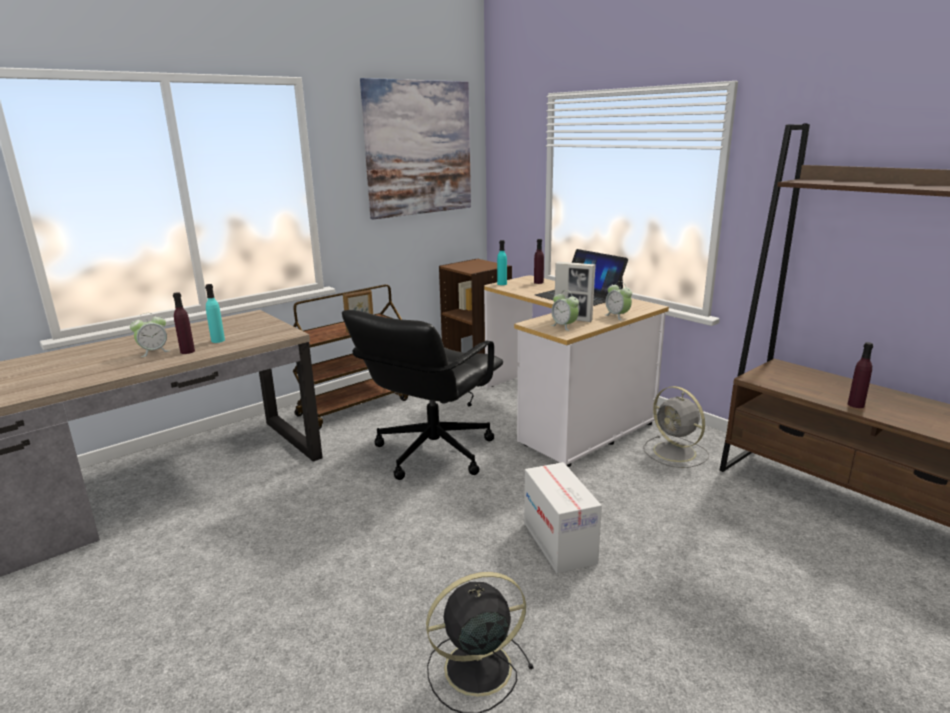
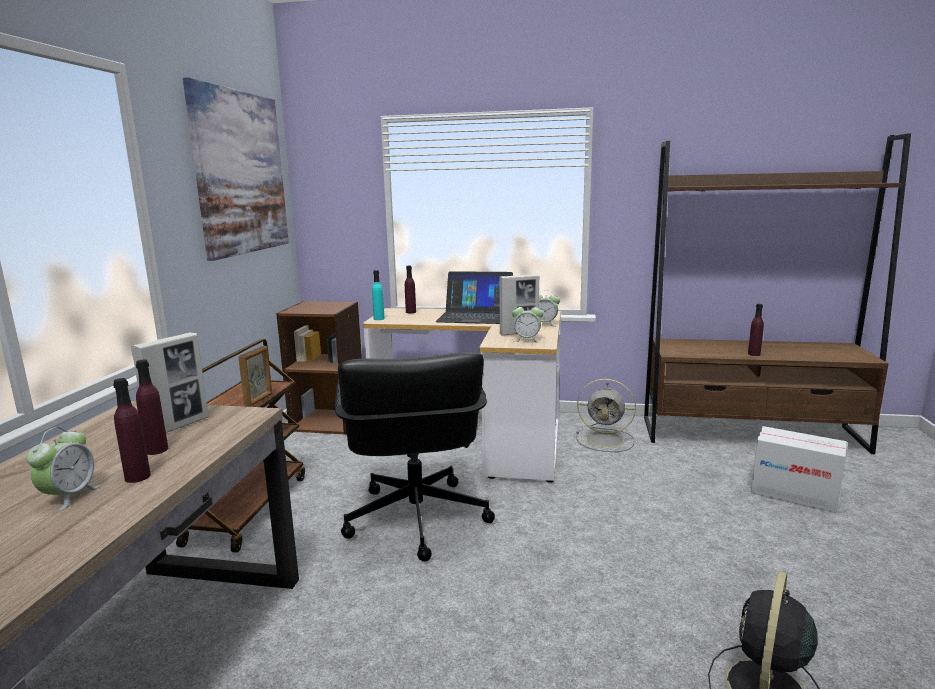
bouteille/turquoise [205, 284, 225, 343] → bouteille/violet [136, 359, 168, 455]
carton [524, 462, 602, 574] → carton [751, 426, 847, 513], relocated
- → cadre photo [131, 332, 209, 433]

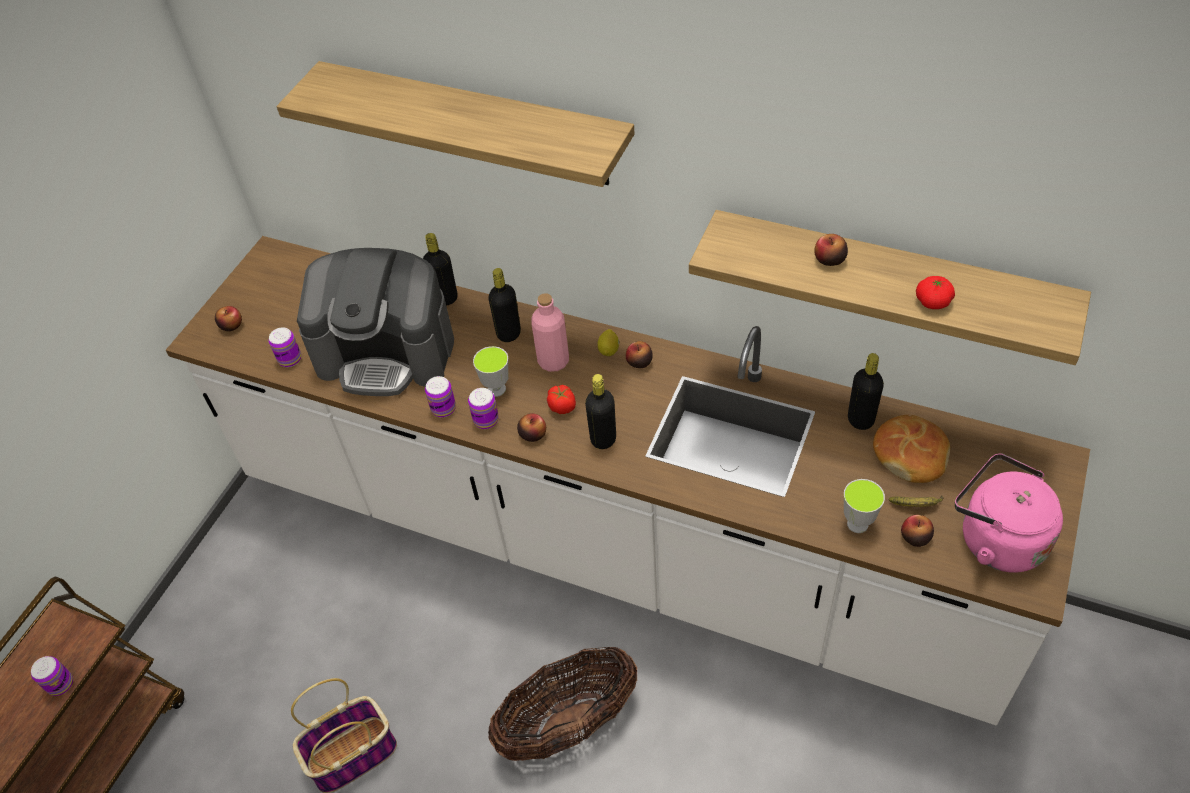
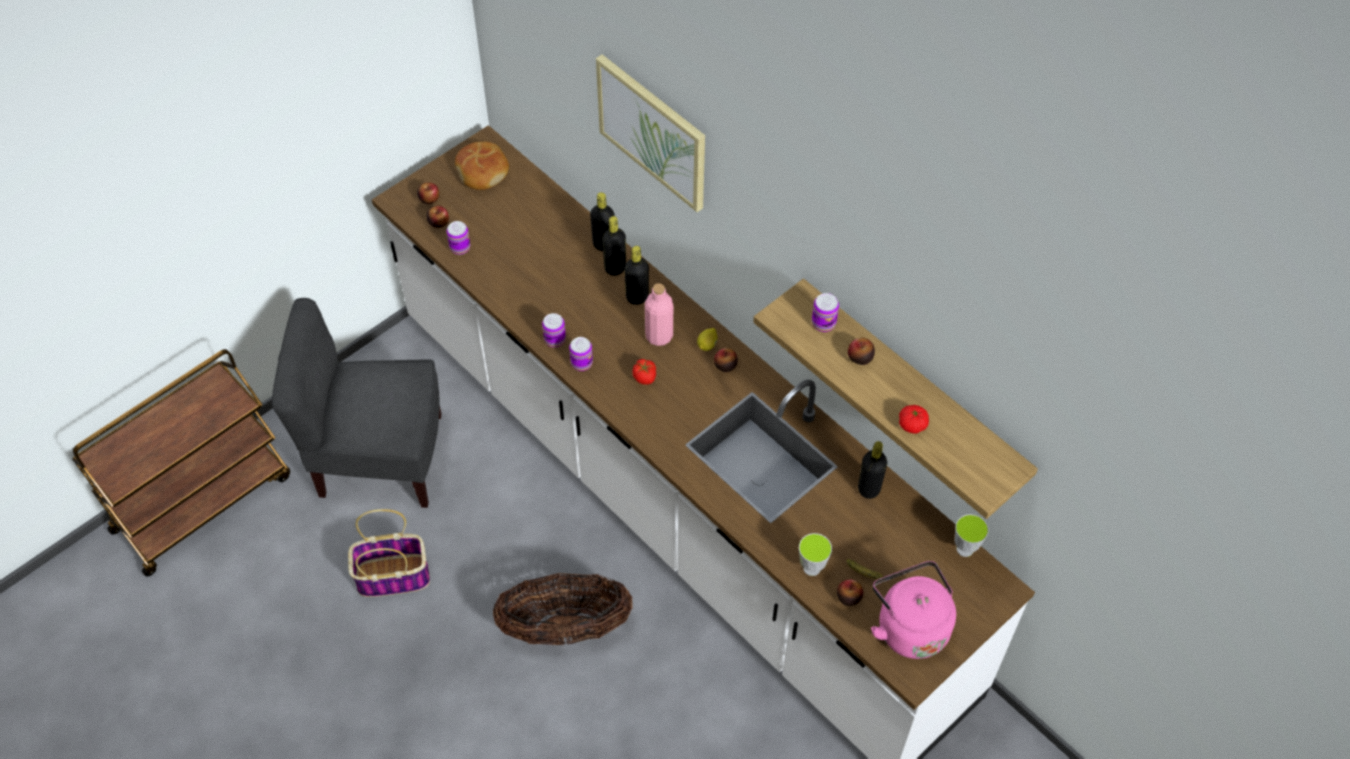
boîte métallique [31, 656, 73, 696] → boîte métallique [812, 293, 839, 332], relocated
étagère [277, 61, 634, 187] → tableau [596, 54, 705, 212]
machine à café [297, 248, 454, 396] → -
tasse [473, 346, 509, 397] → tasse [954, 514, 989, 557], relocated
pomme [517, 413, 546, 442] → pomme [426, 206, 449, 228], relocated
bouteille/noir [585, 374, 616, 449] → bouteille/noir [602, 216, 626, 276], relocated
pain [873, 415, 950, 483] → pain [455, 141, 509, 190], relocated
- → chaise/gris [271, 298, 441, 508]

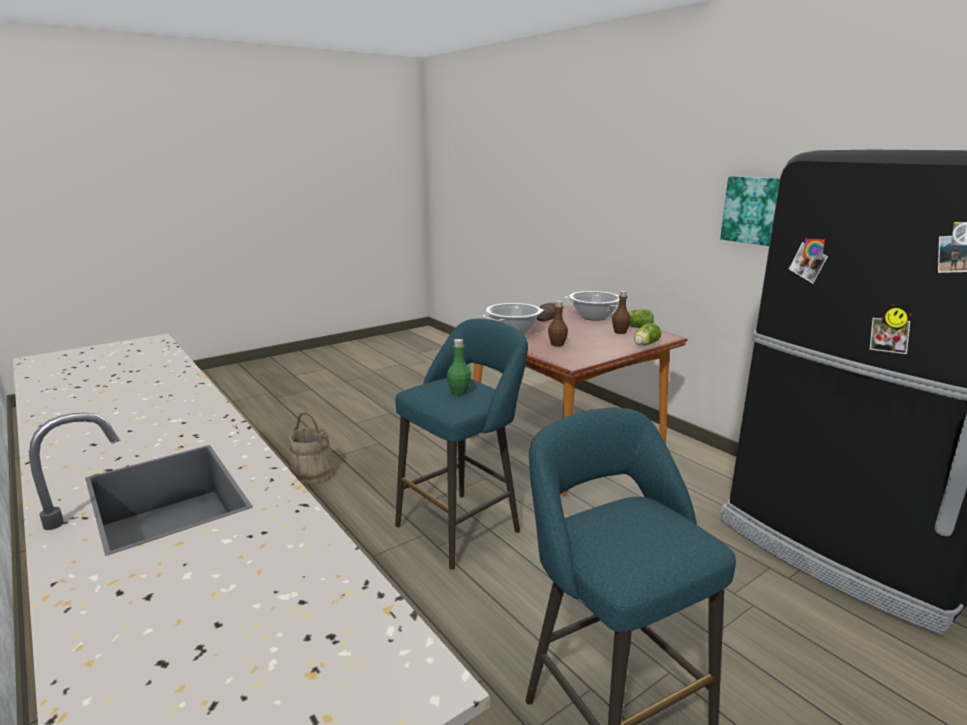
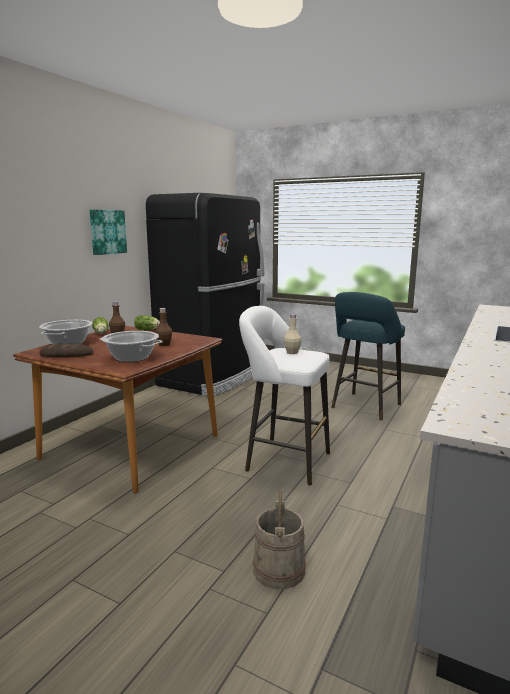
tabouret/turquoise [395, 318, 528, 569] → tabouret/blanc [239, 306, 330, 485]
bouteille/vert [447, 339, 471, 395] → bouteille/beige [284, 314, 302, 354]

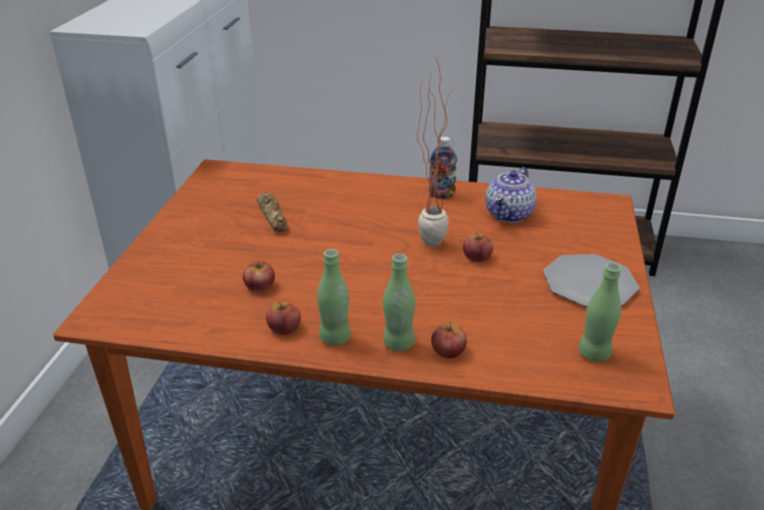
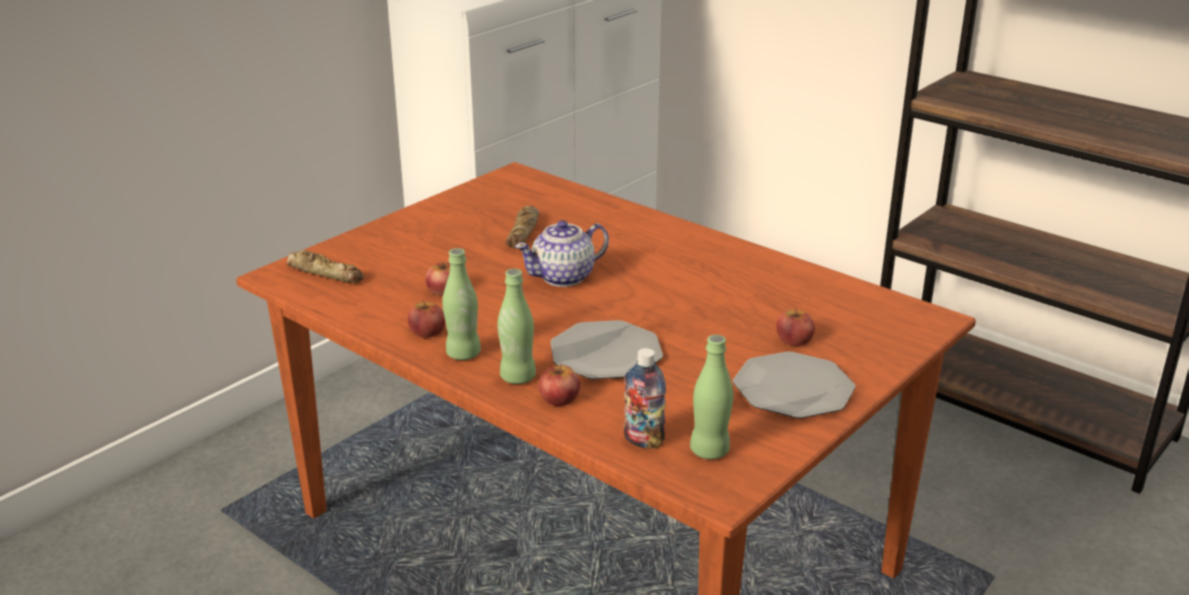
plante en pot [417, 56, 453, 247] → -
bouteille [429, 137, 457, 199] → bouteille [624, 348, 666, 448], relocated
pomme [463, 233, 493, 262] → pomme [777, 307, 815, 346], relocated
théière [486, 167, 537, 223] → théière [515, 220, 609, 287], relocated
- → pain [287, 250, 364, 283]
- → assiette [550, 320, 663, 380]

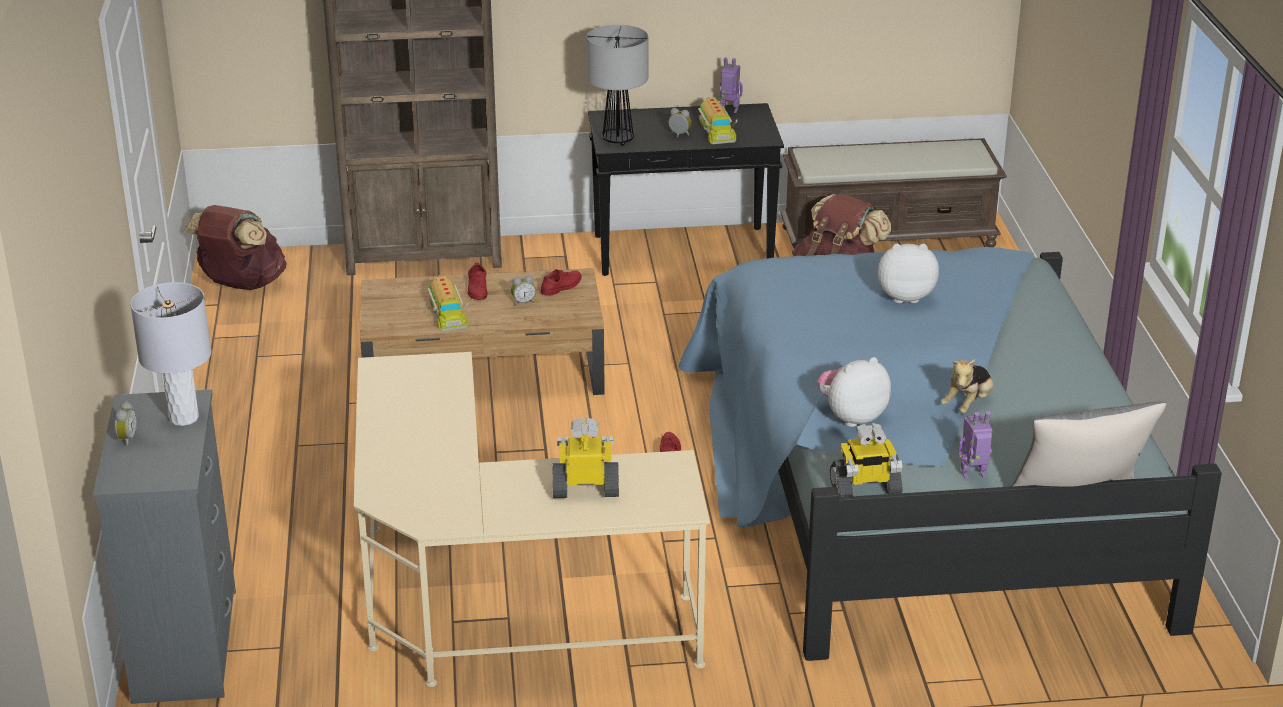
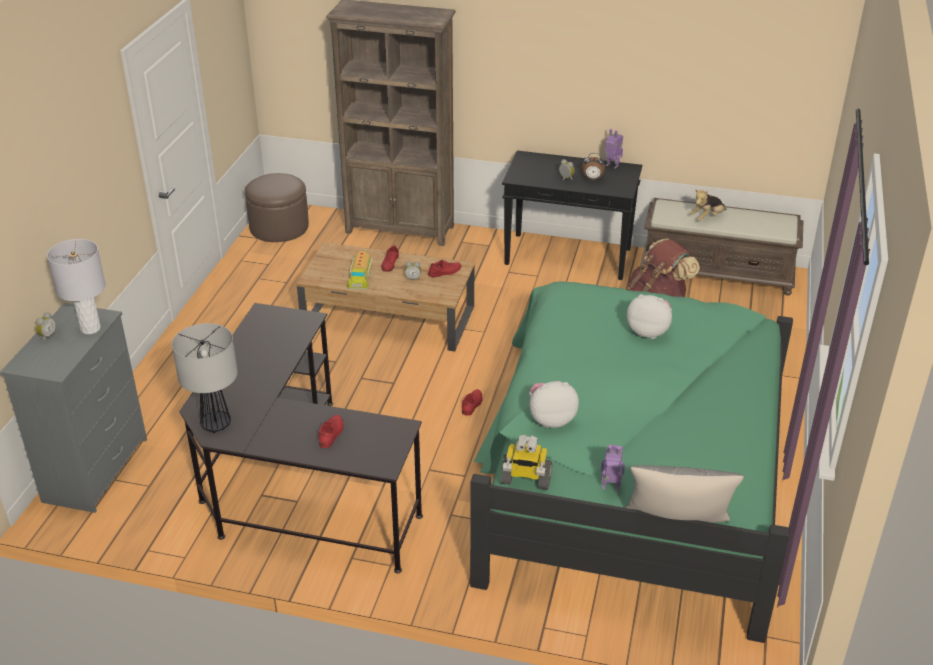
sac à dos/marron [183, 205, 286, 290] → pouf/marron [245, 173, 309, 242]
bureau/beige [354, 352, 710, 687] → bureau/noir [179, 303, 423, 573]
robot jouet [552, 417, 619, 498] → chaussure/rouge [318, 415, 344, 448]
lampe de table [587, 25, 648, 146] → lampe de table [172, 323, 238, 433], relocated
lit/bleu [678, 247, 1222, 661] → lit/vert [470, 281, 793, 643]
camion jouet [698, 97, 737, 144] → réveil [582, 153, 605, 180]
peluche [941, 359, 993, 414] → peluche [690, 190, 727, 221], relocated

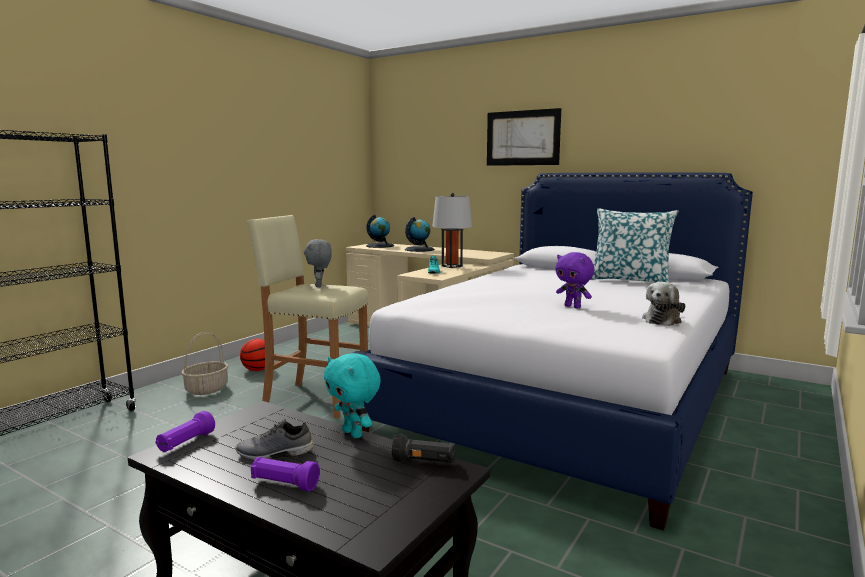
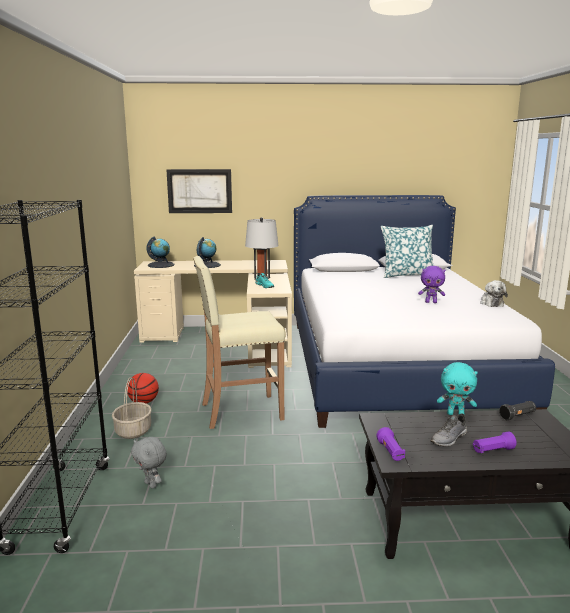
peluche/gris [304, 239, 332, 287] → peluche/gris [131, 437, 167, 489], relocated
tableau [487, 108, 561, 166] → tableau [166, 169, 232, 213], relocated

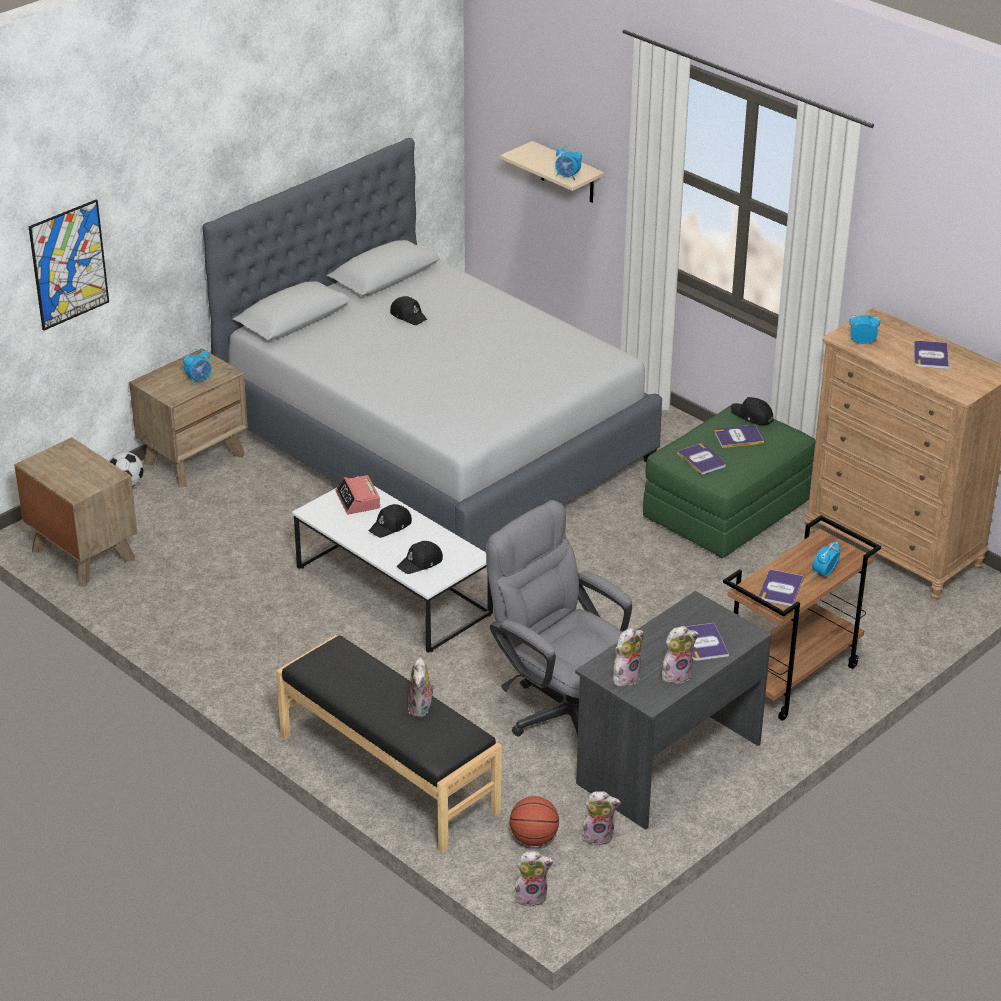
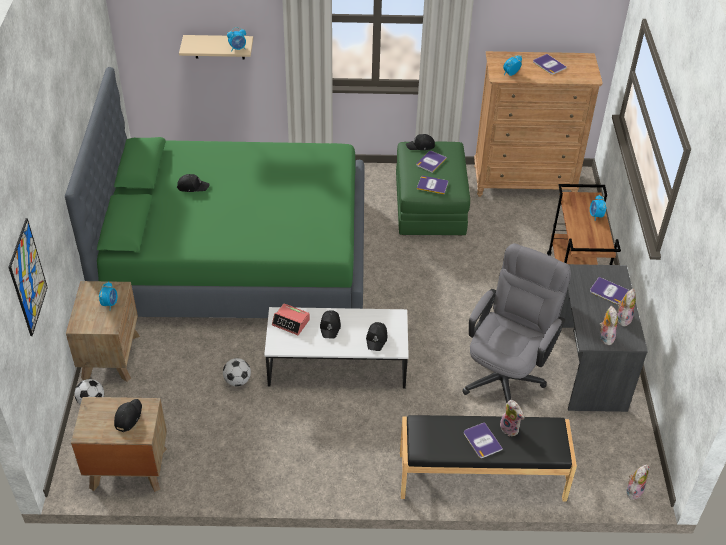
lit/gris [202, 138, 662, 551] → lit/vert [65, 67, 365, 318]
chaise de bureau/gris [486, 500, 632, 736] → chaise de bureau/gris [462, 243, 571, 403], 120 degrees clockwise
ballon de basket [510, 796, 559, 846] → -
peluche [582, 791, 621, 846] → -
livre [759, 570, 804, 606] → livre [464, 422, 503, 458], relocated
- → casquette/noir [114, 399, 142, 432]
- → ballon de foot [223, 358, 251, 386]

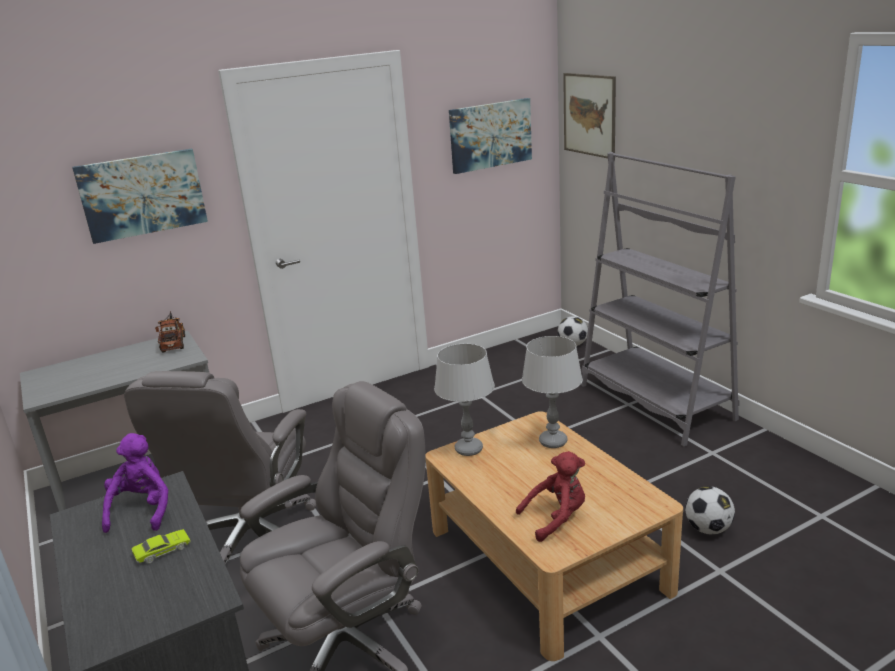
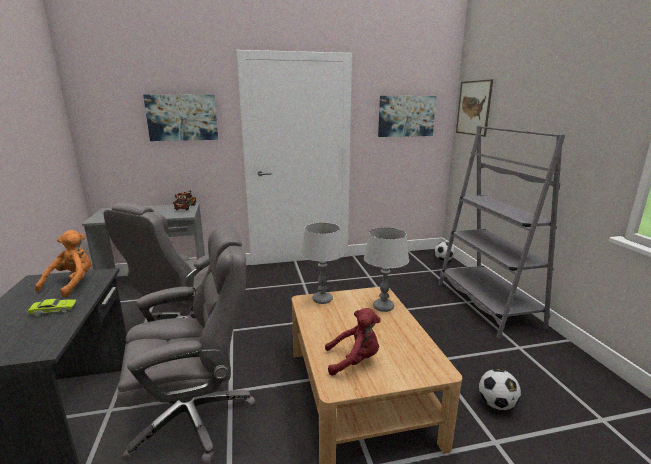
peluche/violet [102, 433, 168, 533] → peluche/orange [35, 230, 92, 298]

